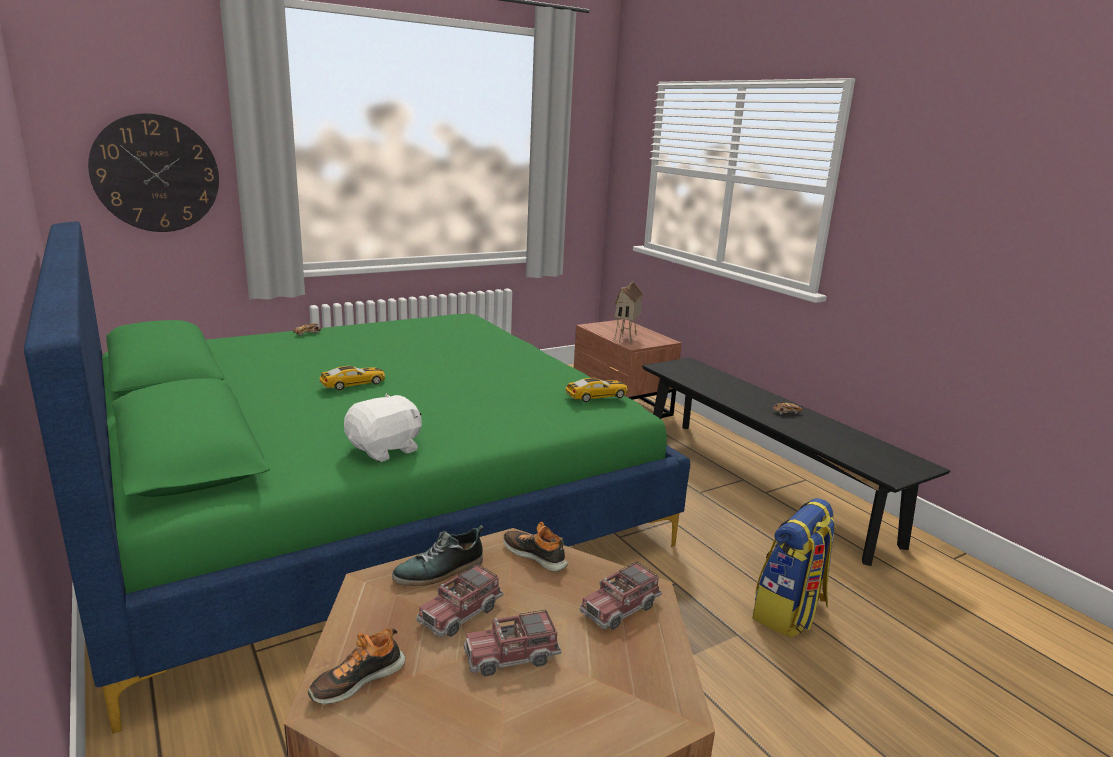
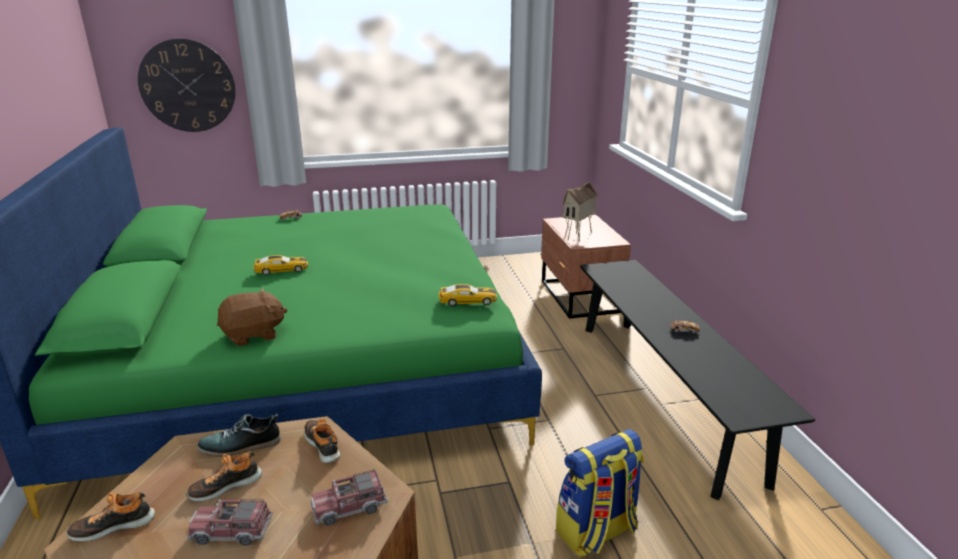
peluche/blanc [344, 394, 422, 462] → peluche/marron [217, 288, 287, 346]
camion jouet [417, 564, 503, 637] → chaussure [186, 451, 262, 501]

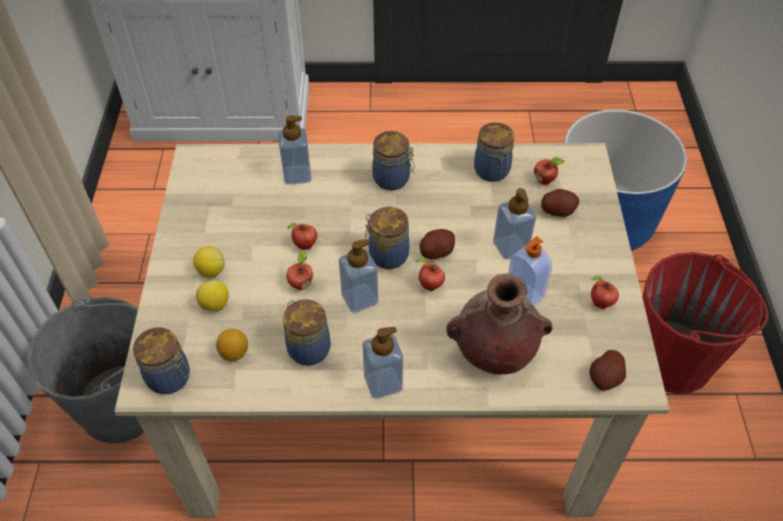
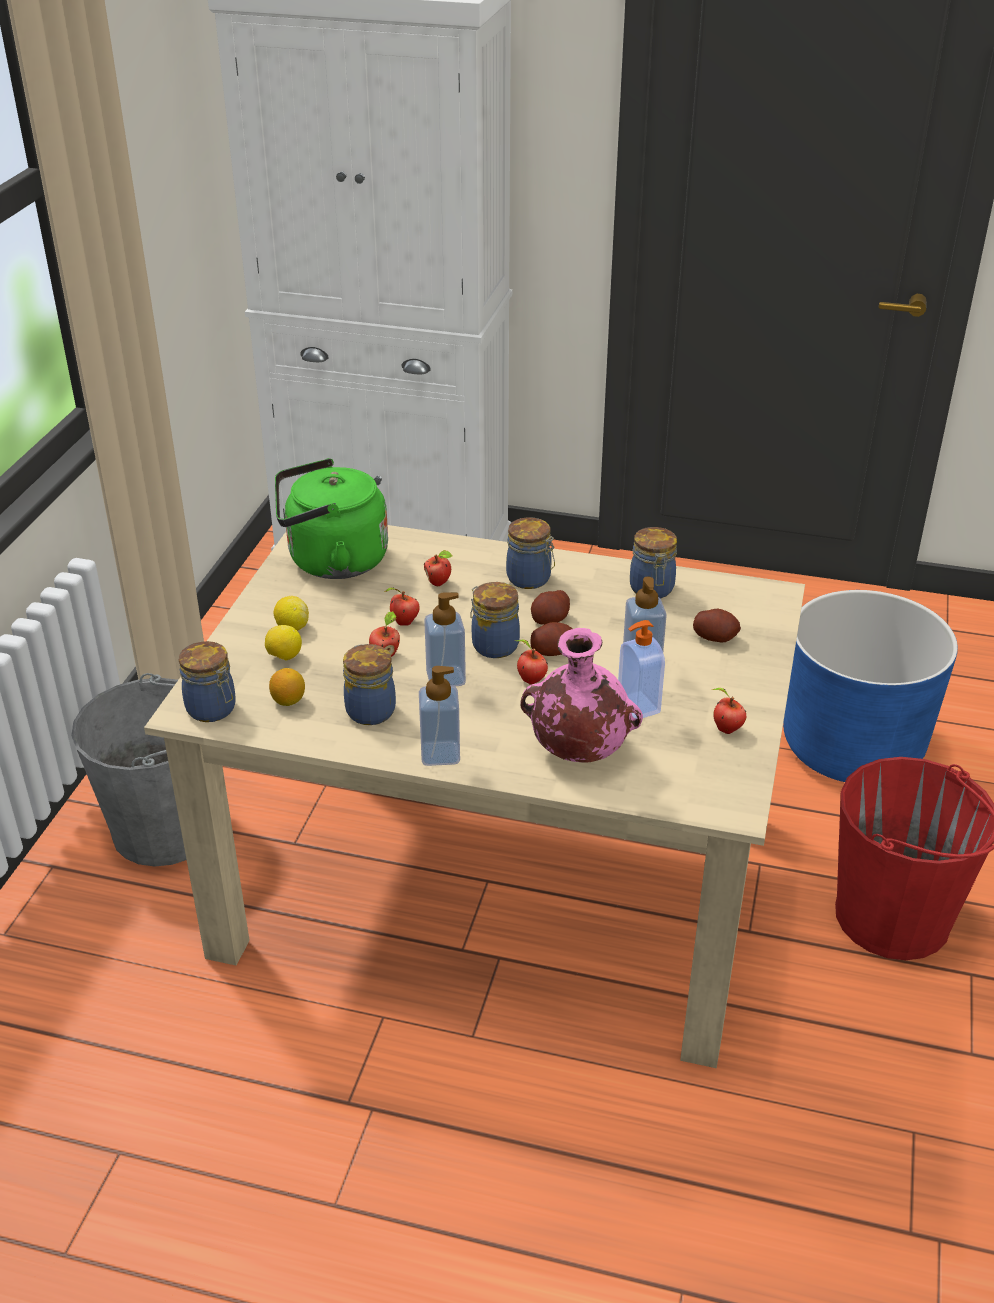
distributeur de savon [278, 115, 311, 185] → -
vase/marron [446, 273, 552, 375] → vase/rose [521, 628, 643, 763]
pomme [534, 157, 565, 185] → pomme [424, 550, 453, 586], relocated
pomme de terre [589, 350, 626, 391] → pomme de terre [531, 590, 570, 625], relocated
- → bouilloire/vert [275, 458, 388, 579]

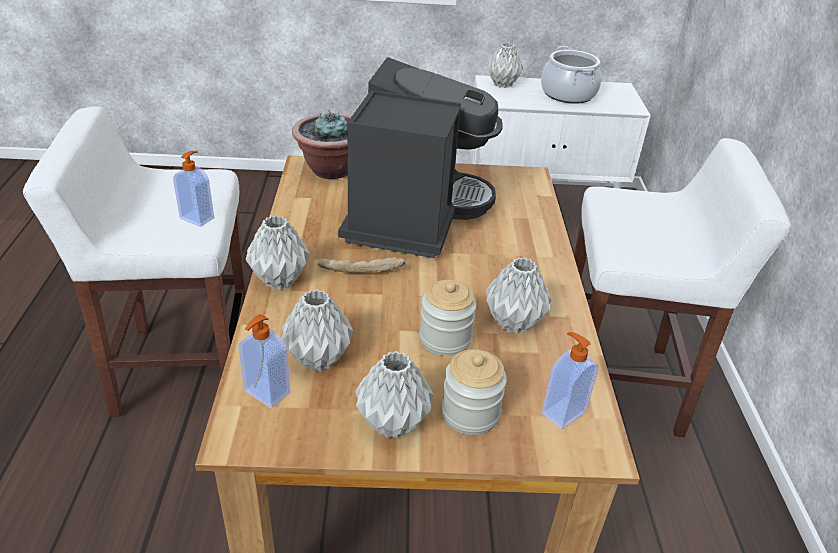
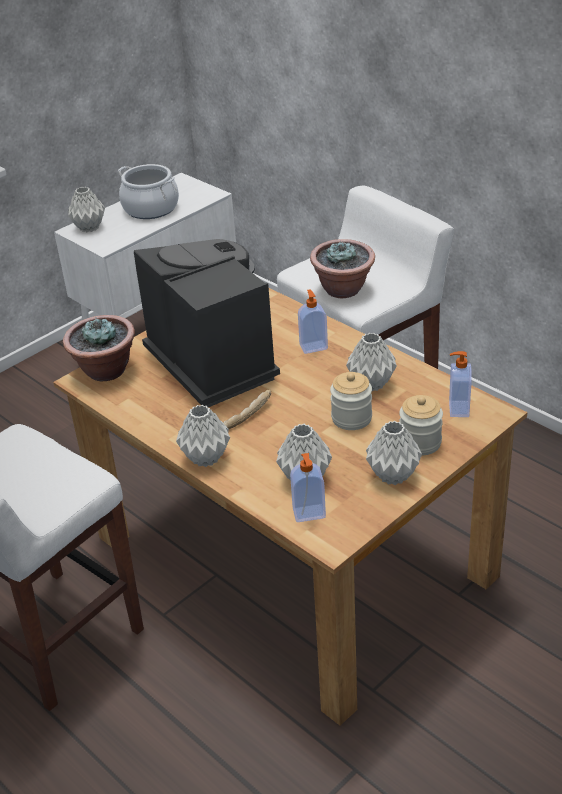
distributeur de savon [173, 151, 214, 227] → distributeur de savon [298, 290, 328, 354], relocated
- → plante en pot [310, 239, 375, 298]

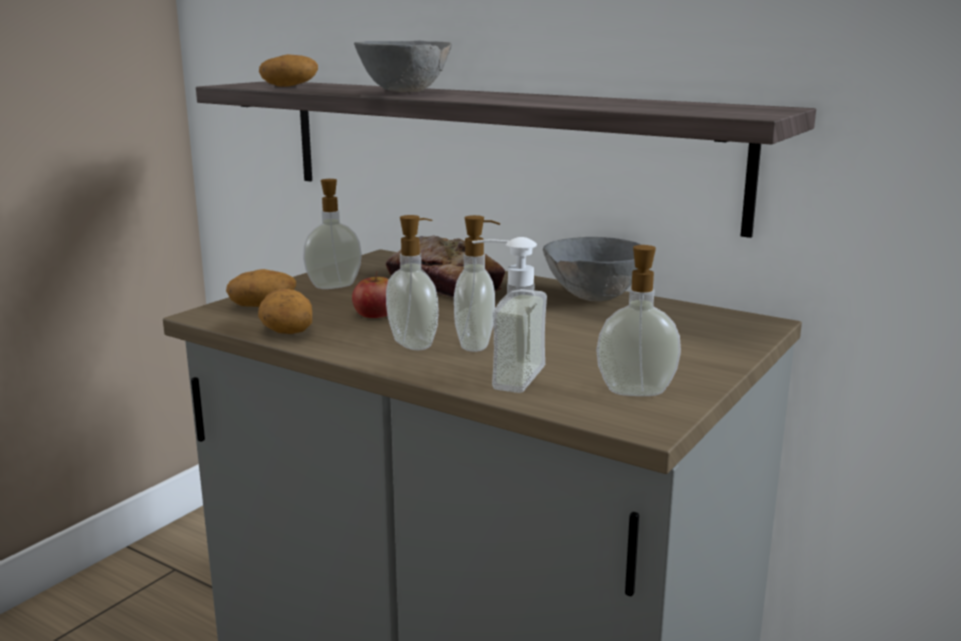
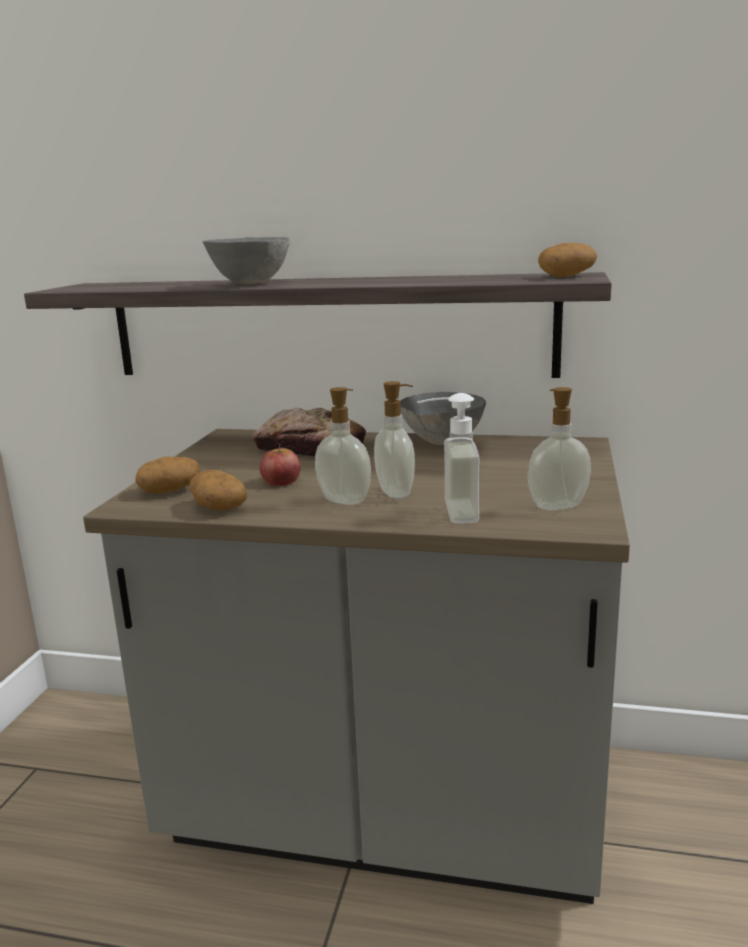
pomme de terre [259, 54, 318, 87] → pomme de terre [538, 243, 597, 277], relocated
distributeur de savon [303, 179, 362, 289] → -

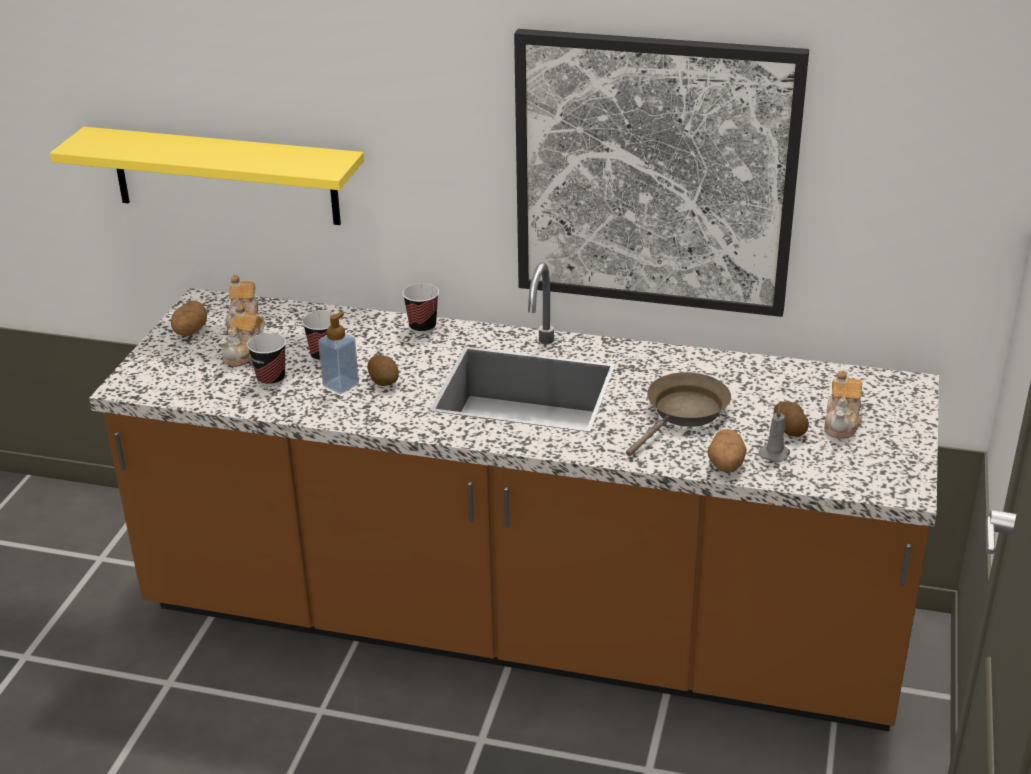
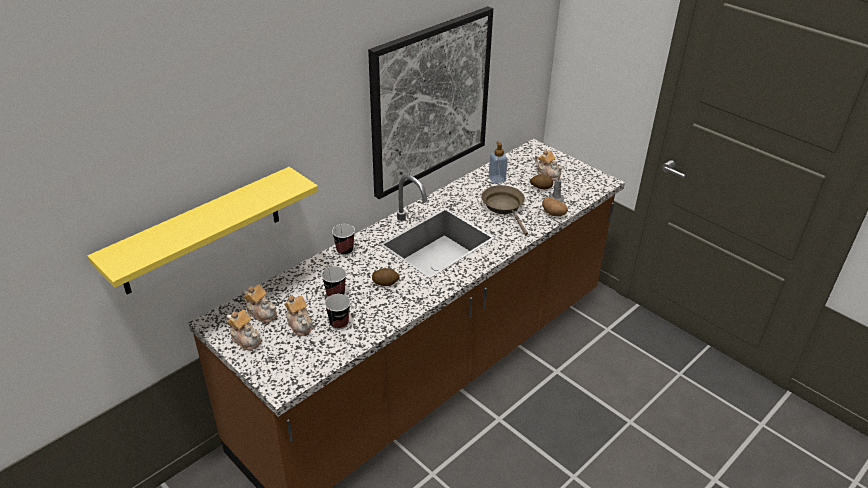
pomme de terre [171, 301, 207, 336] → théière [226, 310, 261, 351]
distributeur de savon [318, 312, 359, 394] → distributeur de savon [489, 141, 508, 184], relocated

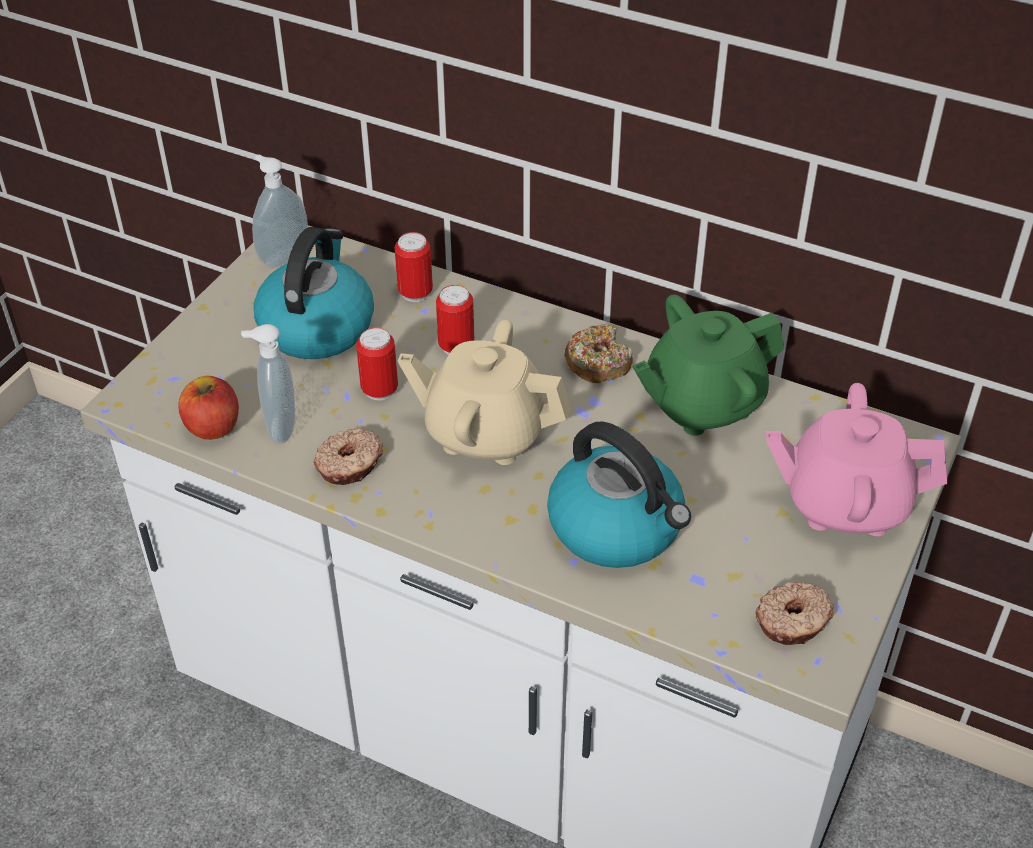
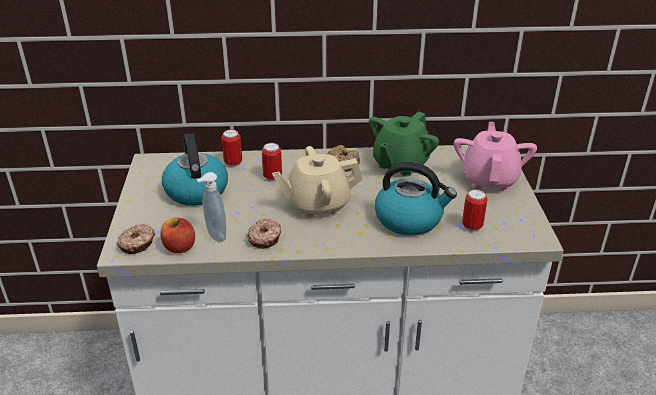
distributeur de savon [252, 155, 308, 267] → -
boîte métallique [356, 328, 398, 400] → boîte métallique [462, 189, 487, 232], relocated
beignet [756, 582, 834, 645] → beignet [117, 224, 155, 254], relocated
théière/rose [766, 383, 947, 536] → théière/rose [454, 122, 537, 191], 120 degrees clockwise

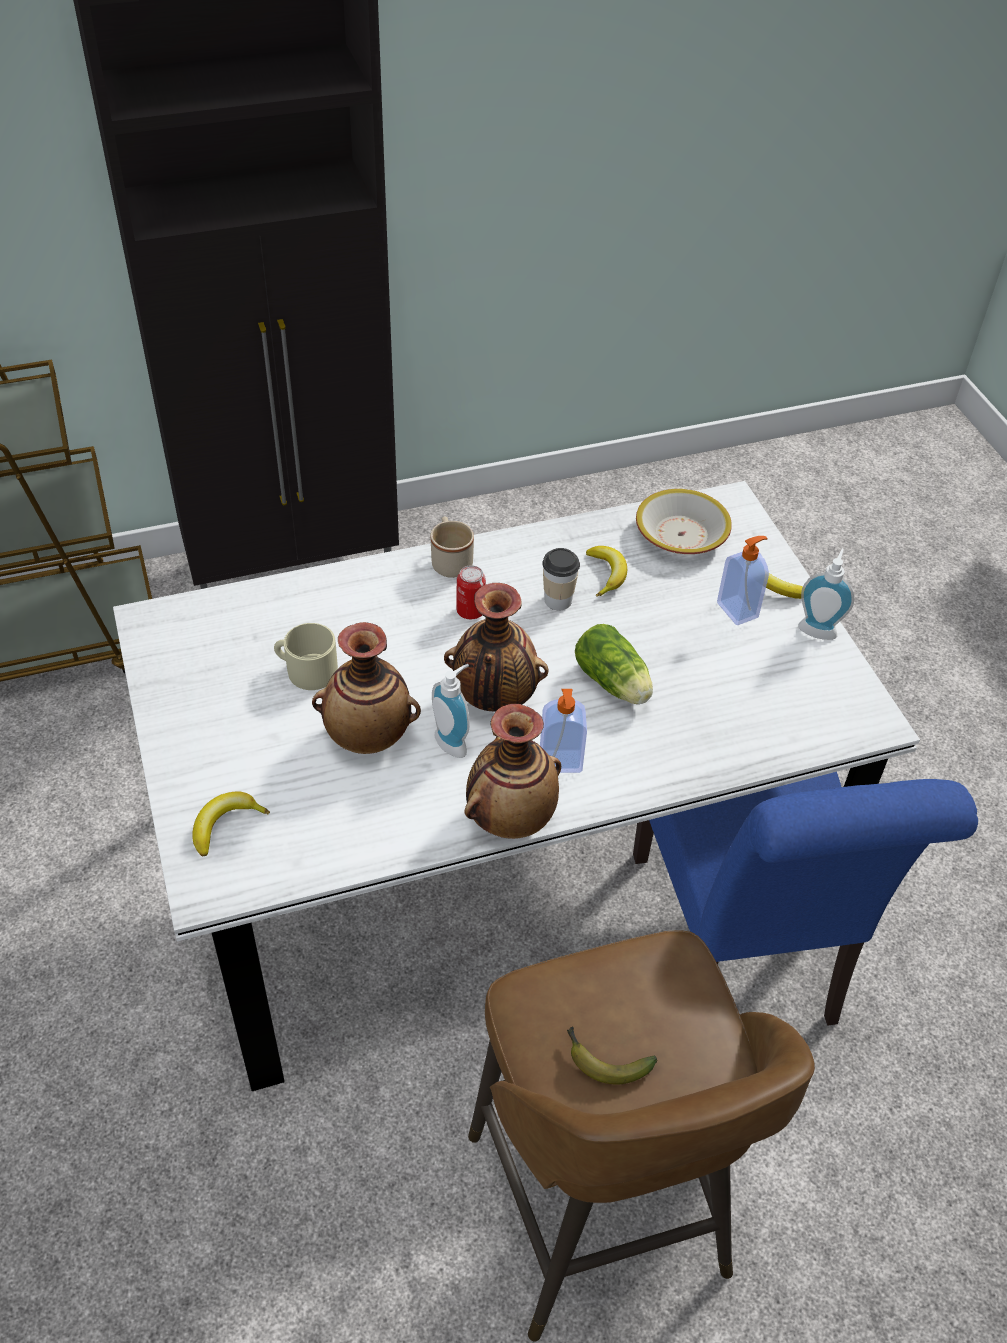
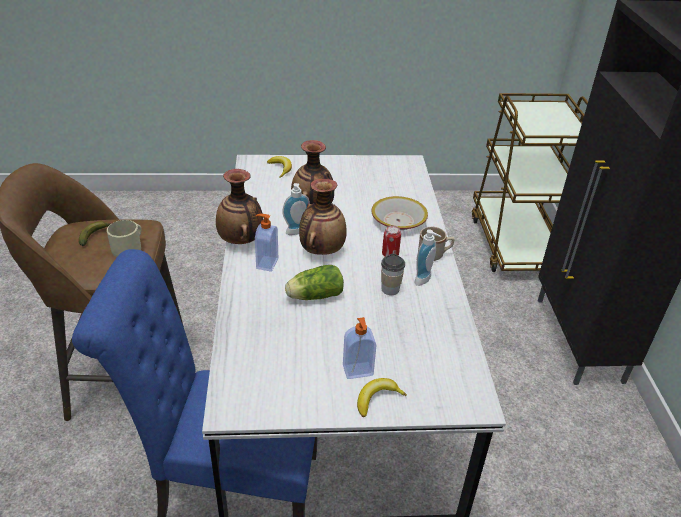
mug/beige [274, 623, 338, 690] → mug/beige [107, 220, 142, 257], relocated
banane [586, 546, 627, 597] → -
bol [636, 489, 732, 554] → bol [371, 196, 428, 230], relocated
distributeur de savon [798, 549, 854, 640] → distributeur de savon [414, 229, 441, 286], relocated

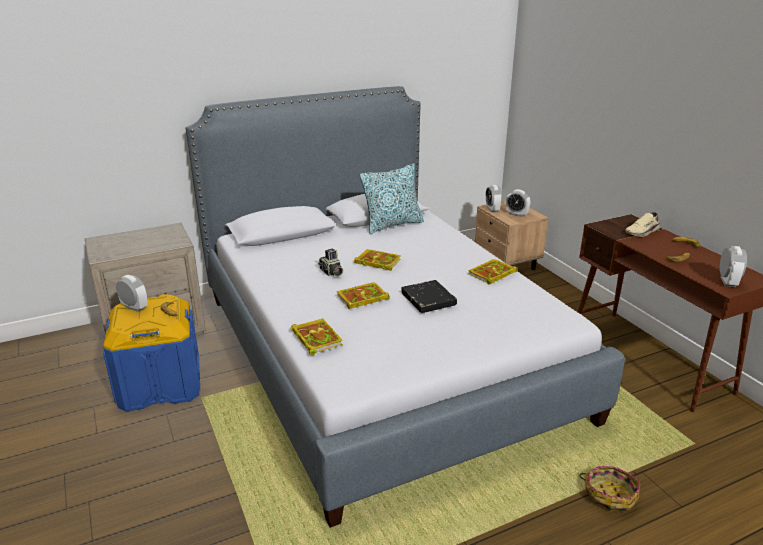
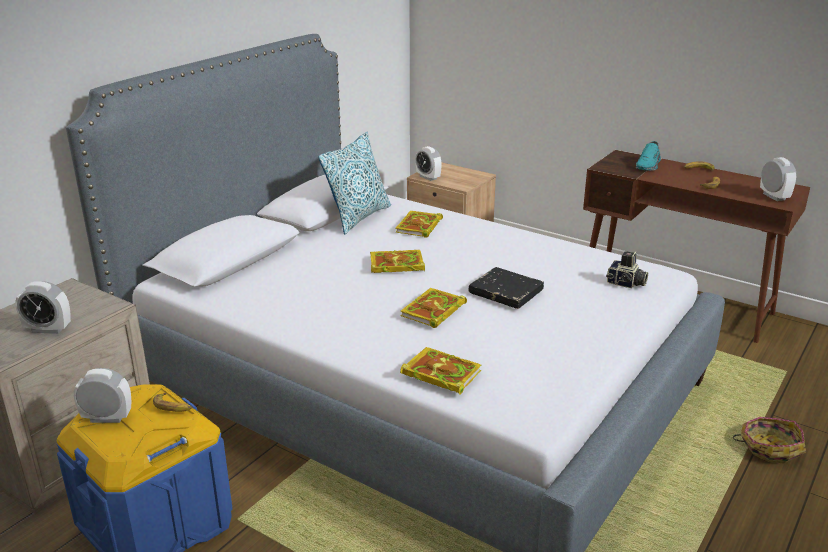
appareil photo [318, 248, 343, 277] → appareil photo [606, 251, 648, 289], relocated
livre [468, 259, 517, 284] → livre [395, 211, 443, 238], relocated
réveil [506, 189, 530, 217] → réveil [15, 281, 71, 334], relocated
chaussure/beige [625, 212, 660, 237] → chaussure/turquoise [636, 141, 661, 171]

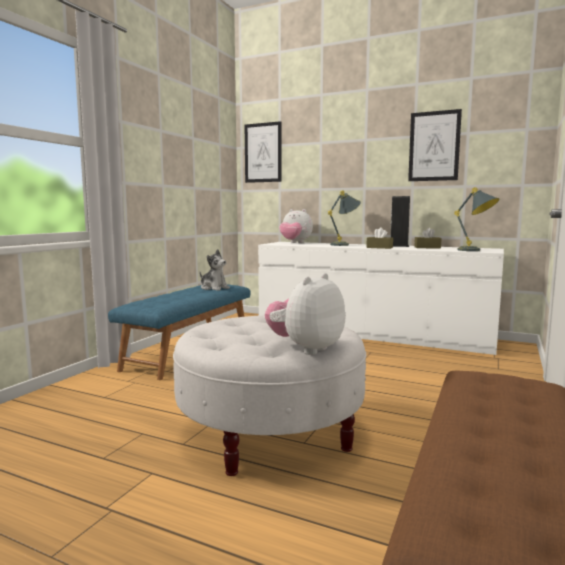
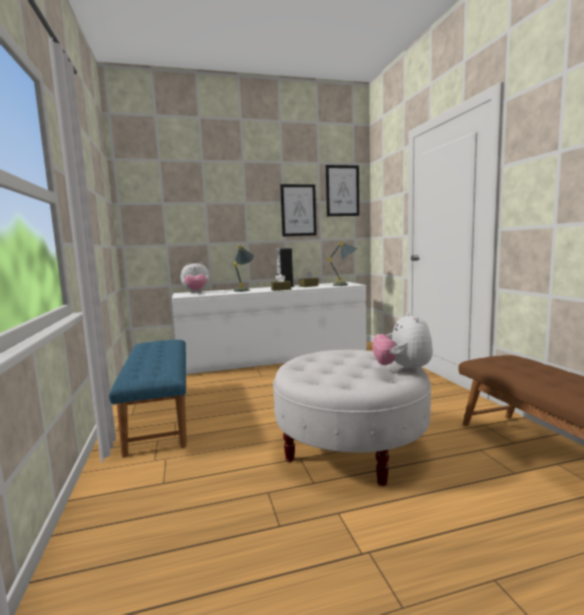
peluche [200, 249, 230, 291] → -
tableau [245, 121, 282, 183] → tableau [326, 165, 359, 216], relocated

